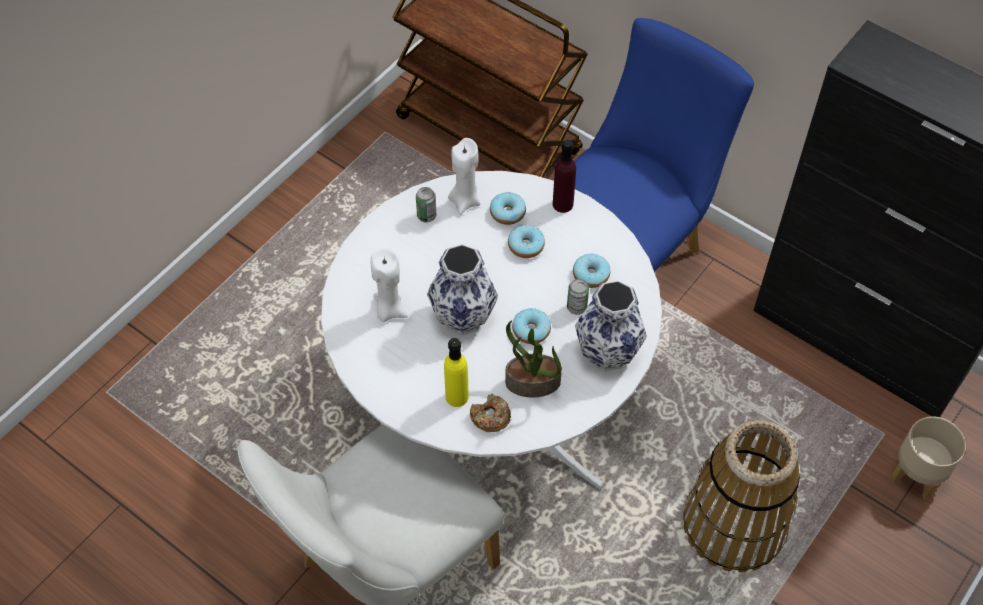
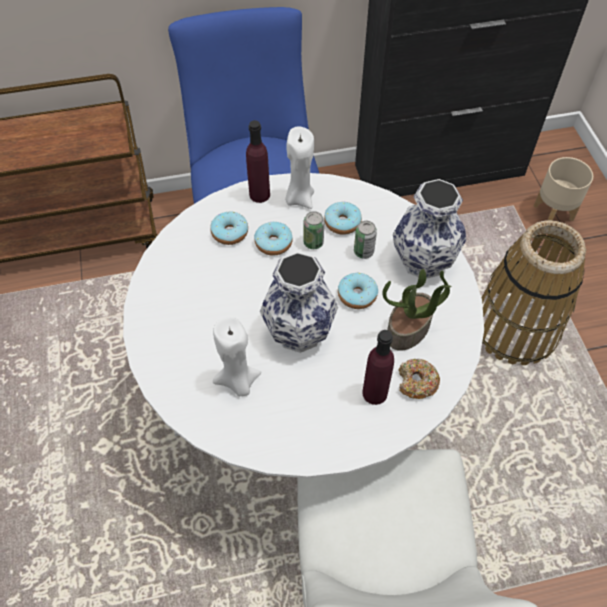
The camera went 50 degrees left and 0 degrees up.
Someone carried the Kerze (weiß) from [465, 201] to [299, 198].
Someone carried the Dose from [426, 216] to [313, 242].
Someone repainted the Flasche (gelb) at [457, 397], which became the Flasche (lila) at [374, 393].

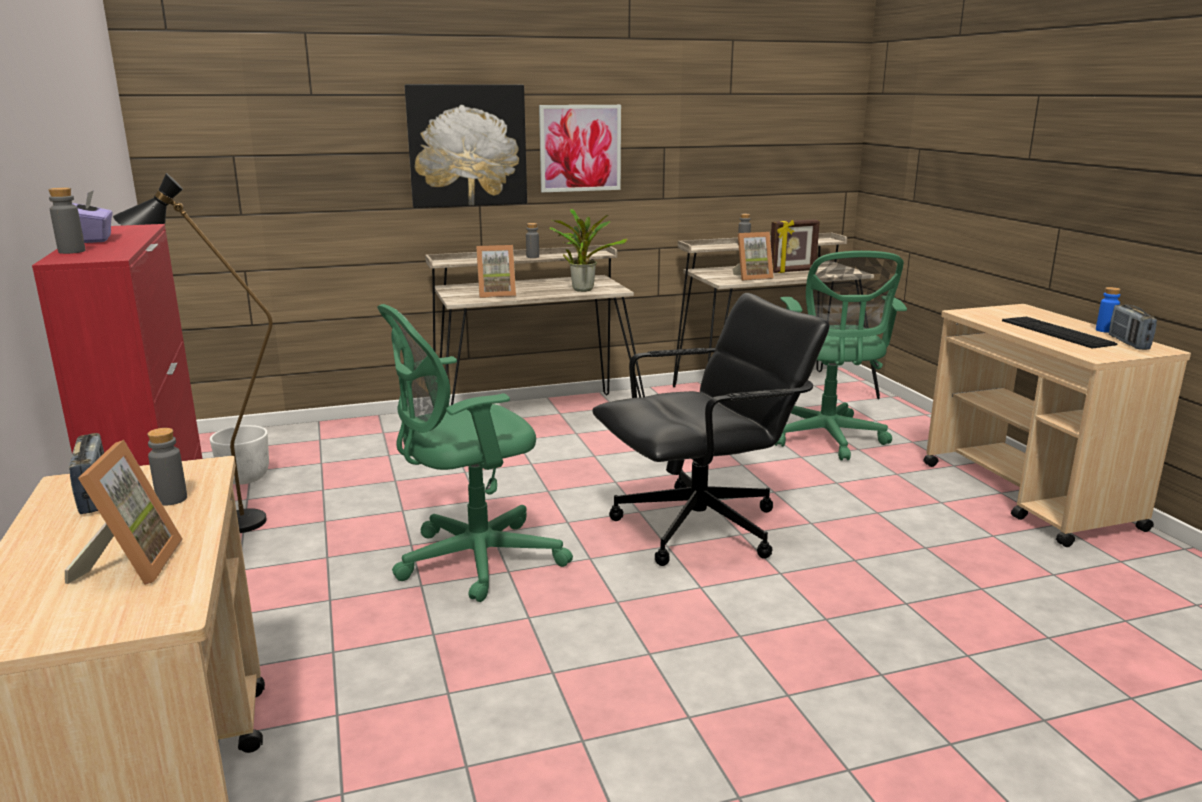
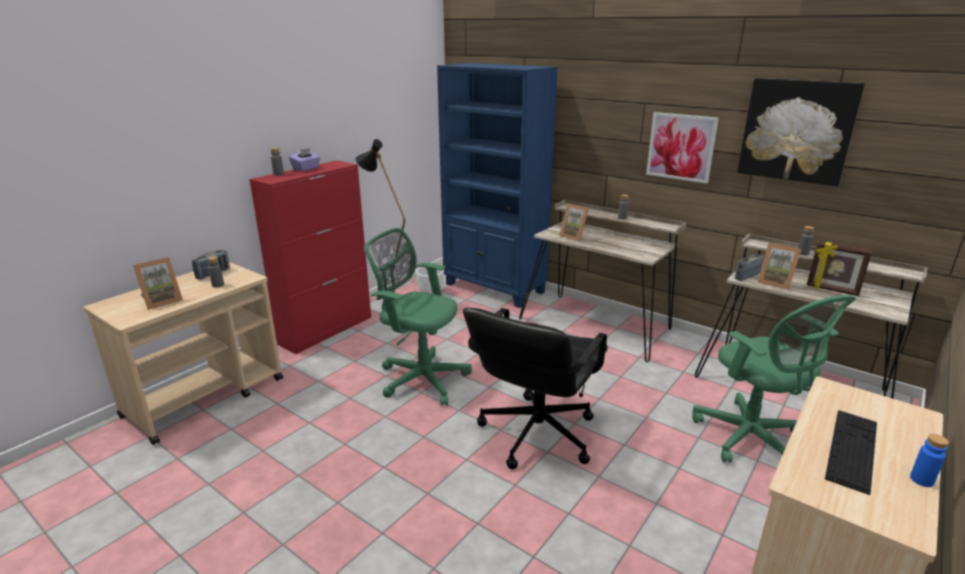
The camera went 55 degrees right and 5 degrees up.
Someone carried the Bild from [467, 146] to [797, 130].
Someone took away the Topfpflanze at [582, 289].
Someone rotated the Bürostuhl (grün) at [827, 439] by 75 degrees counterclockwise.
Someone rotated the Bürostuhl (schwarz) at [701, 528] by 90 degrees clockwise.
Someone carried the Radio from [1128, 343] to [747, 276].
Someone put down the Bücherregal (blau) at [494, 288].

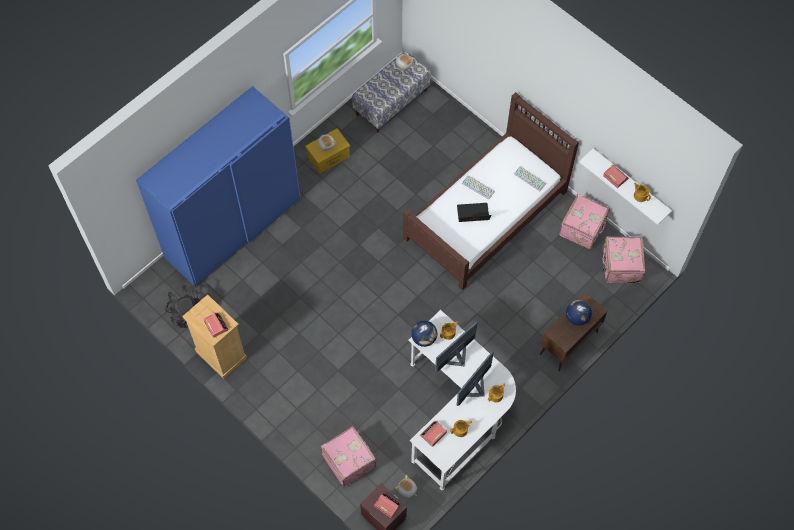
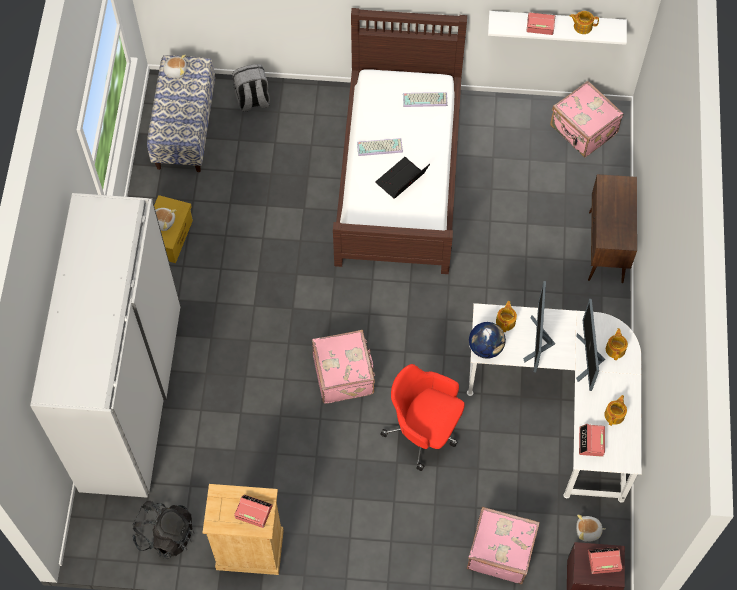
The camera went 40 degrees left and 0 degrees up.
Someone repainted the Kleiderschrank (blau) at [233, 227], which became the Kleiderschrank (weiß) at [130, 396].
Someone carried the Koffer (rosa) from [583, 228] to [344, 374].
Someone took away the Globus at [577, 317].
Someone put down the Rucksack (grau) at [252, 100].
Someone put down the Bürostuhl (rot) at [424, 430].

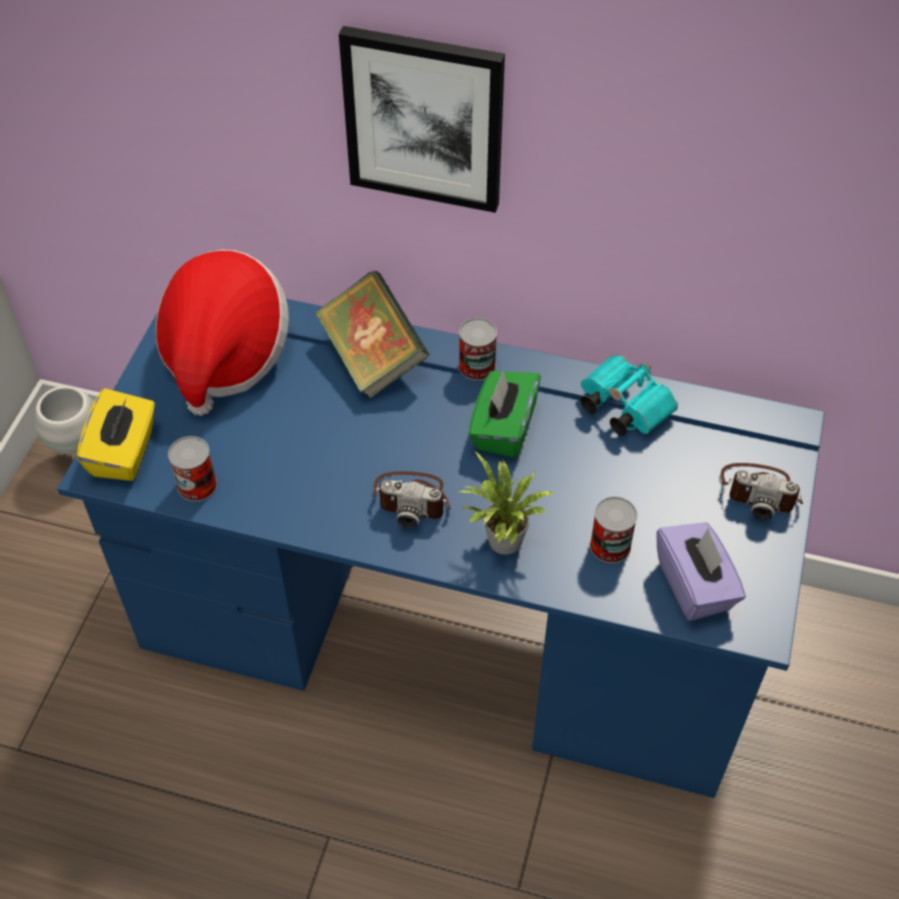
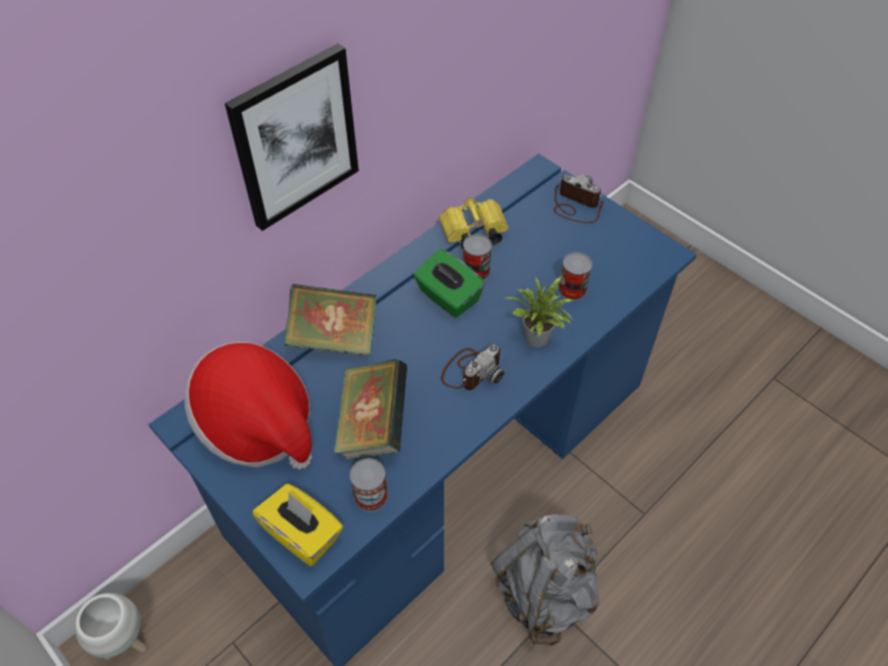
The camera went 60 degrees left and 0 degrees up.
Someone carried the Dose from [477, 366] to [476, 271].
Someone repainted the Fernglas (türkis) at [621, 406], which became the Fernglas (gelb) at [472, 233].
Someone rotated the Kamera at [760, 491] by 105 degrees counterclockwise.
Someone took away the Taschentuchbox (lila) at [695, 585].
Someone put down the Buch at [373, 425].
Someone put down the Rucksack (grau) at [545, 591].

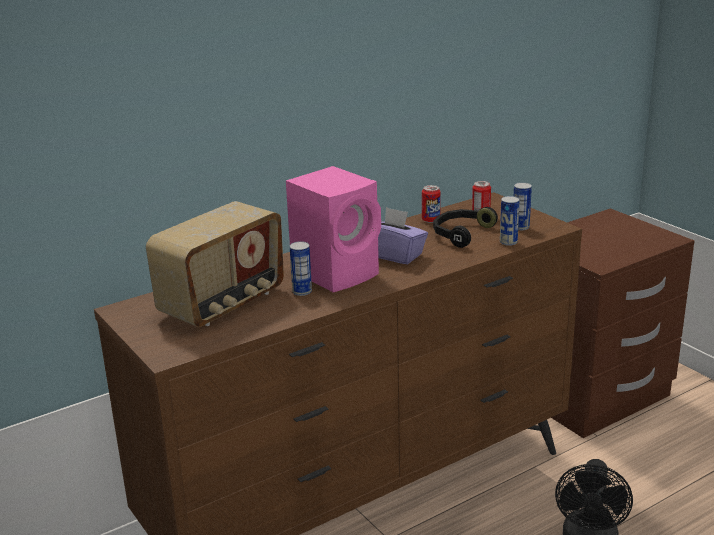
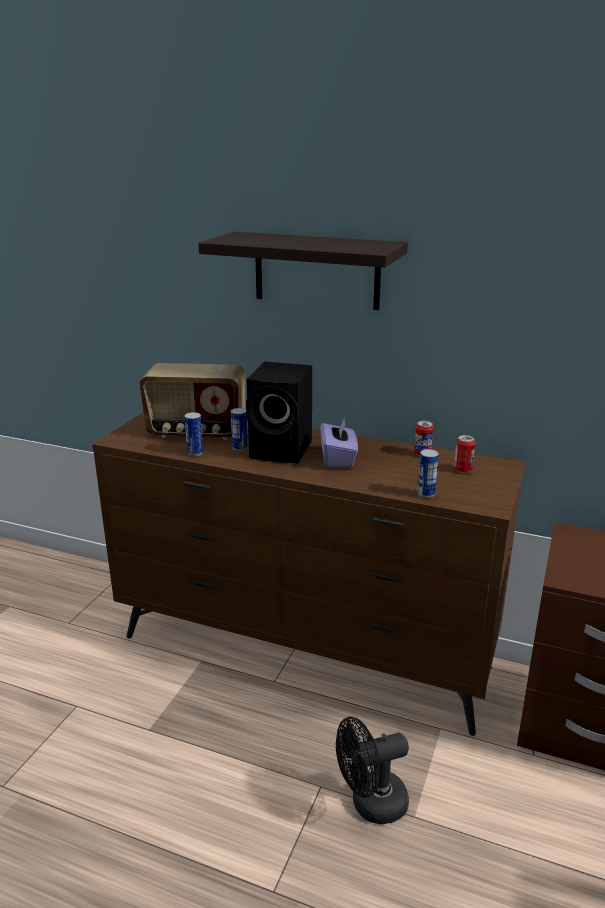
The camera went 55 degrees right and 0 degrees up.
Someone repainted the Lautsprecher (rosa) at [338, 273], which became the Lautsprecher (schwarz) at [283, 450].
Someone carried the Dose from [520, 227] to [195, 453].
Someone took away the Kopfhörer (schwarz) at [460, 234].
Someone put up the Wandregal at [316, 270].

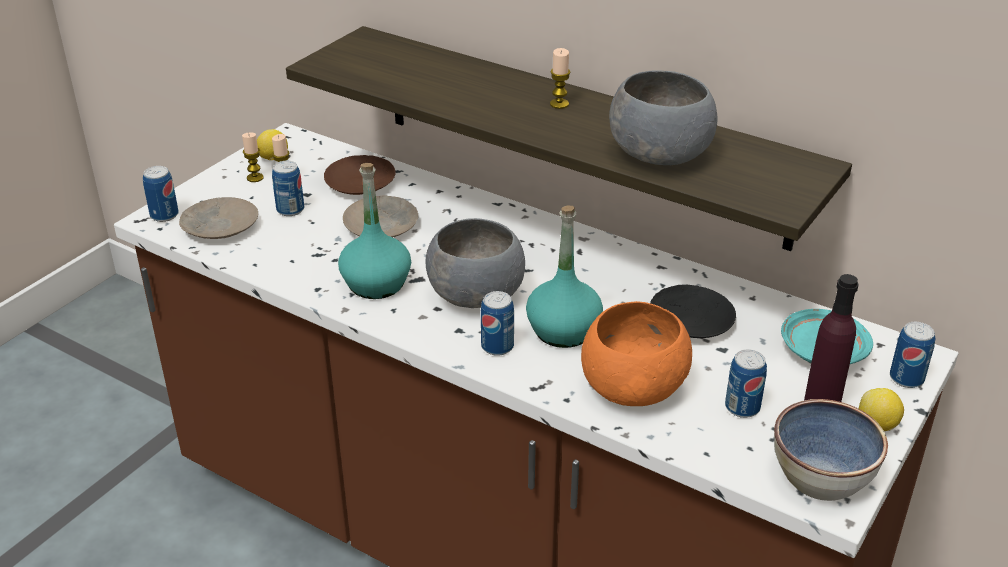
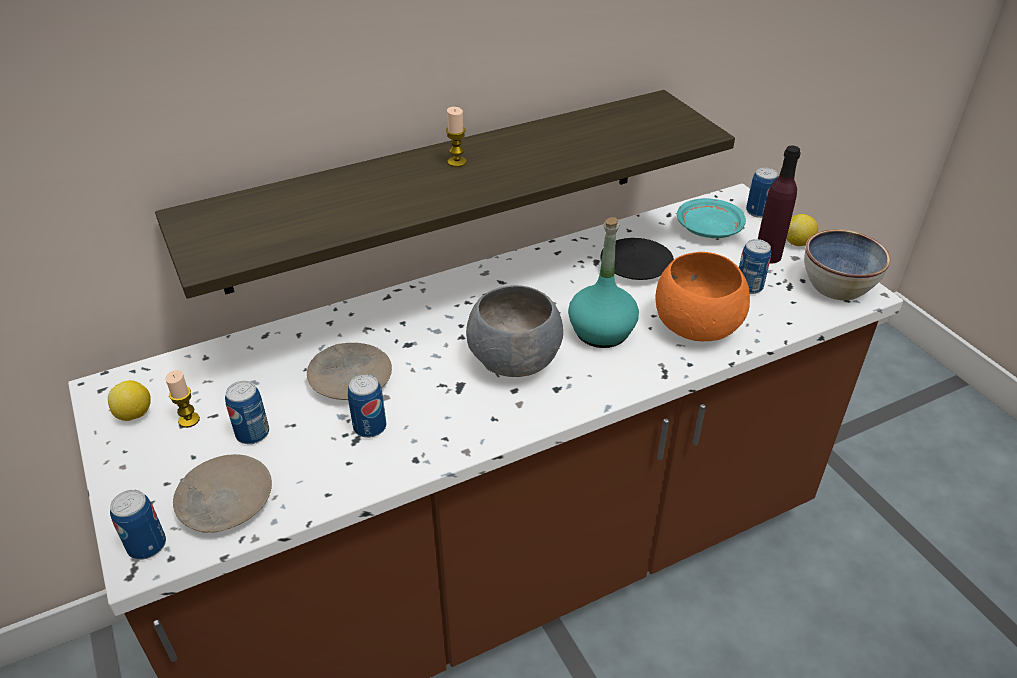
The camera went 60 degrees left and 5 degrees up.
Someone took away the Schüssel (grau) at [661, 155].
Someone took away the Kerze at [255, 178].
Someone took away the Teller (braun) at [361, 183].
Someone took away the Flasche (türkis) at [376, 283].
Someone carried the Dose from [497, 346] to [370, 427].

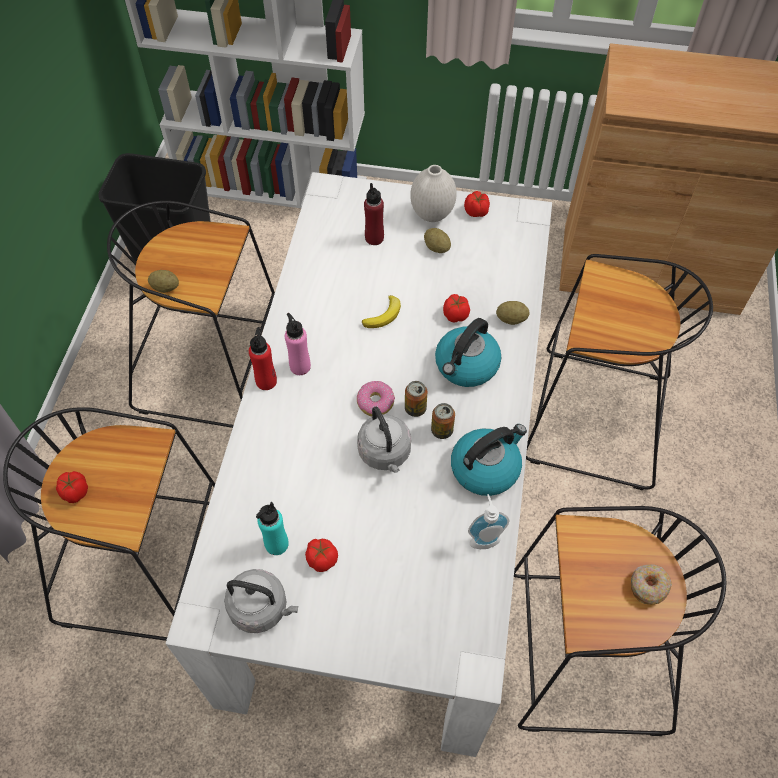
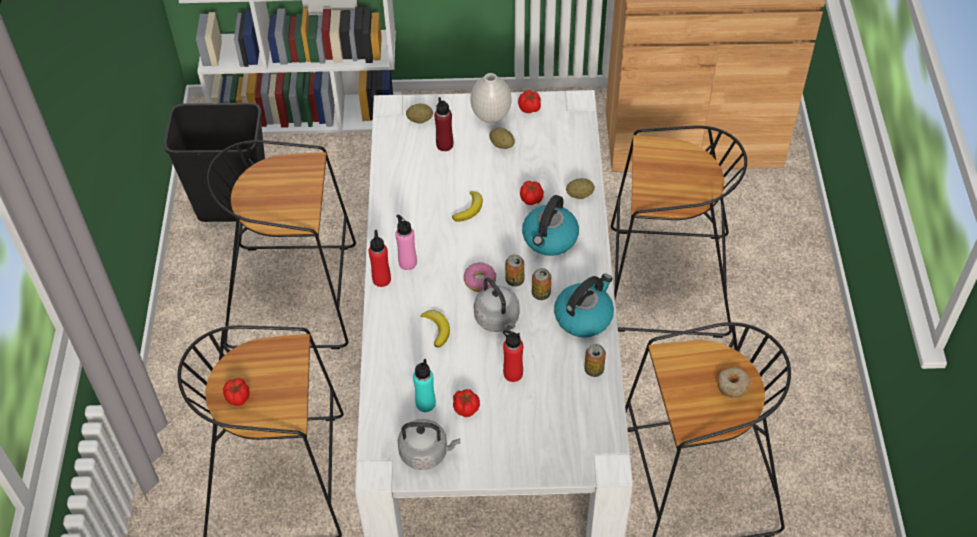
The camera went 10 degrees left and 5 degrees down.
Someone carried the Kartoffel from [165, 288] to [420, 120].
Someone swapped the Seifenspender at [484, 538] for the Dose at [594, 369].
Someone put down the Banane at [437, 329].
Someone put down the Flasche (rot) at [513, 373].

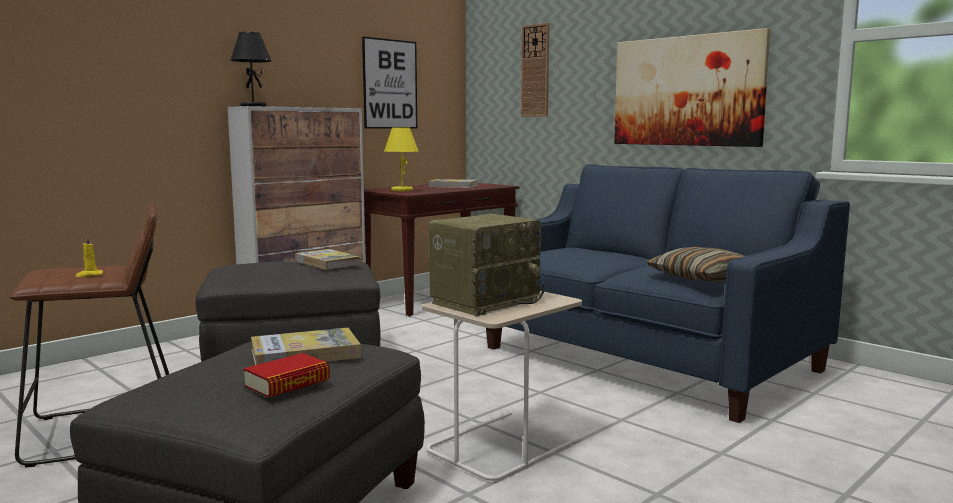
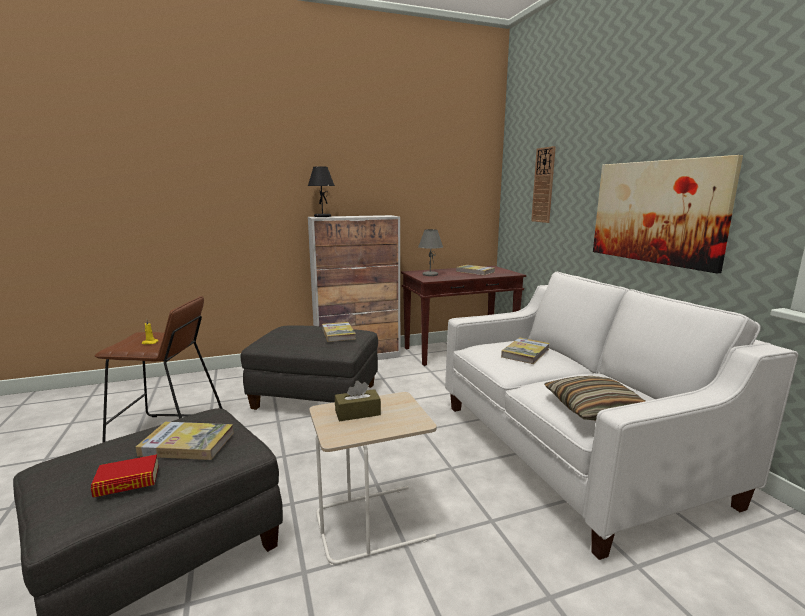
The camera went 25 degrees right and 5 degrees up.
Someone took away the Bild at [390, 84].
Someone repainted the Tischlampe (gelb) at [401, 190], which became the Tischlampe (grau) at [430, 274].
Someone repainted the Sofa (blau) at [647, 359], which became the Sofa (weiß) at [571, 450].
Someone swapped the Radio at [485, 302] for the Taschentuchbox (braun) at [357, 413].
Someone put down the Buch at [525, 353].

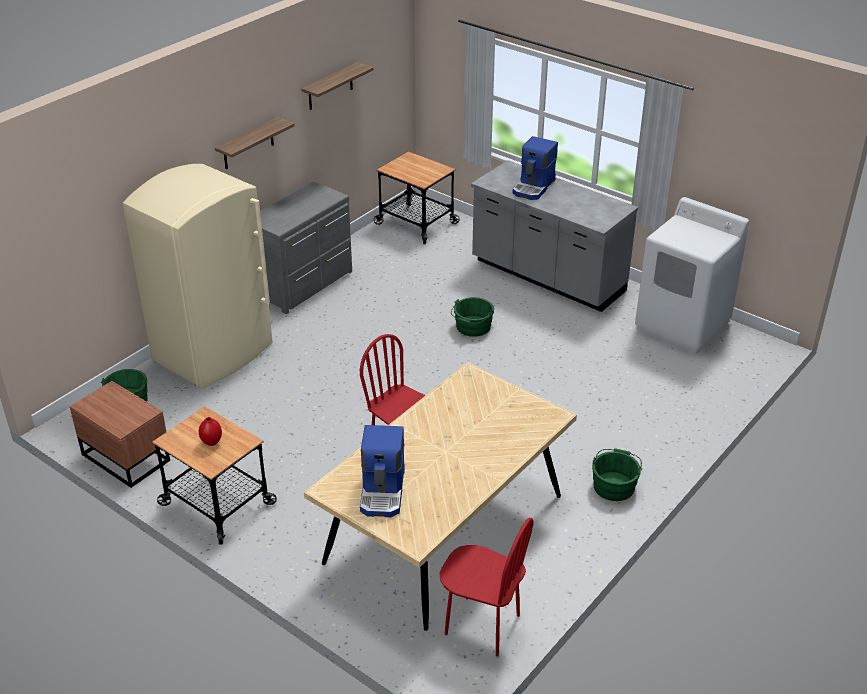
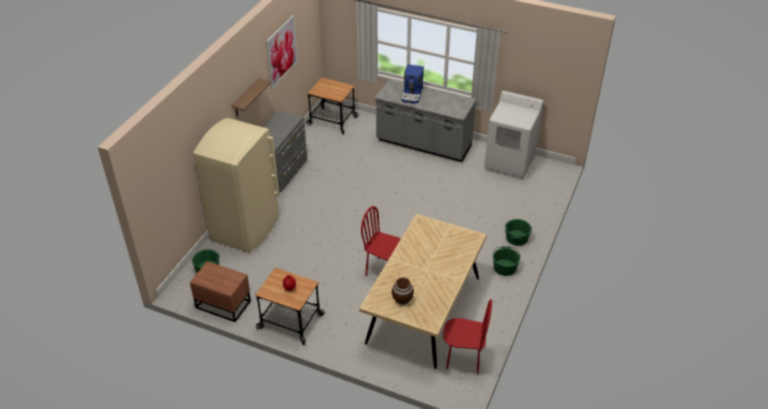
The camera went 15 degrees left and 5 degrees up.
Someone swapped the Wandregal at [330, 87] for the Bild at [282, 51].
Someone carried the Eimer (grün) from [472, 327] to [516, 239].
Someone swapped the Kaffeemaschine at [383, 492] for the Vase (braun) at [402, 299].

